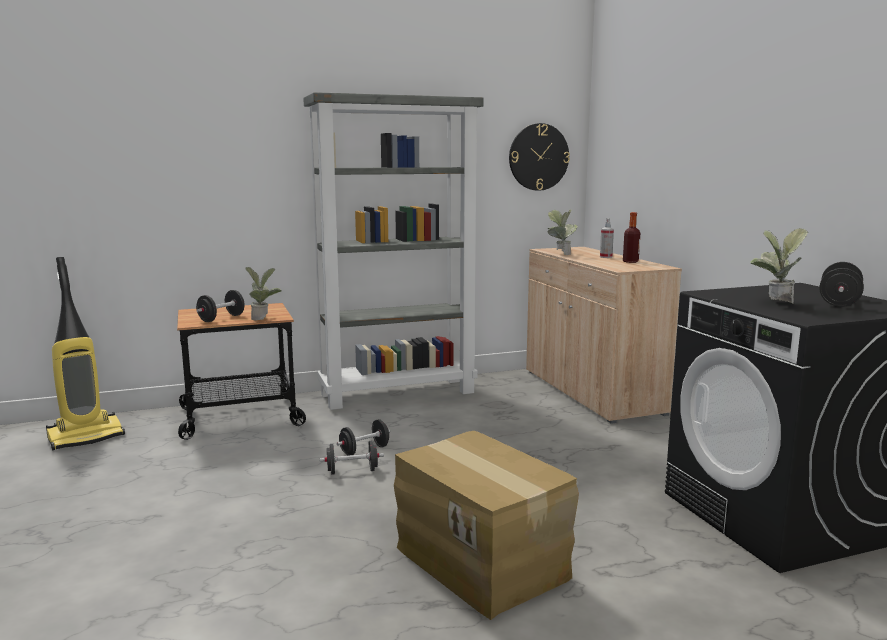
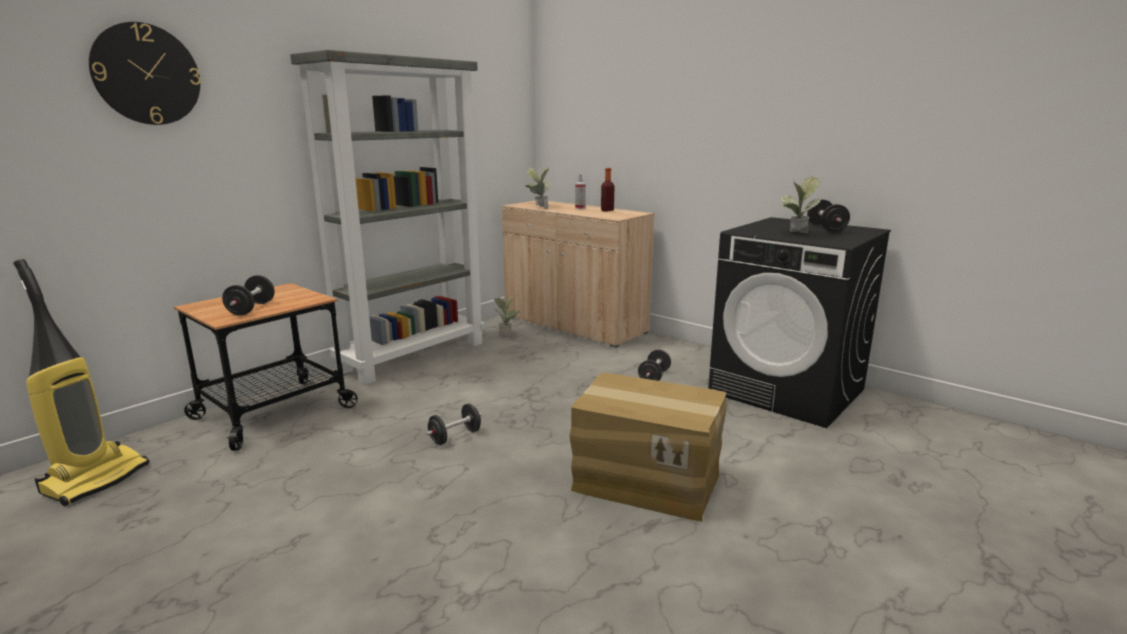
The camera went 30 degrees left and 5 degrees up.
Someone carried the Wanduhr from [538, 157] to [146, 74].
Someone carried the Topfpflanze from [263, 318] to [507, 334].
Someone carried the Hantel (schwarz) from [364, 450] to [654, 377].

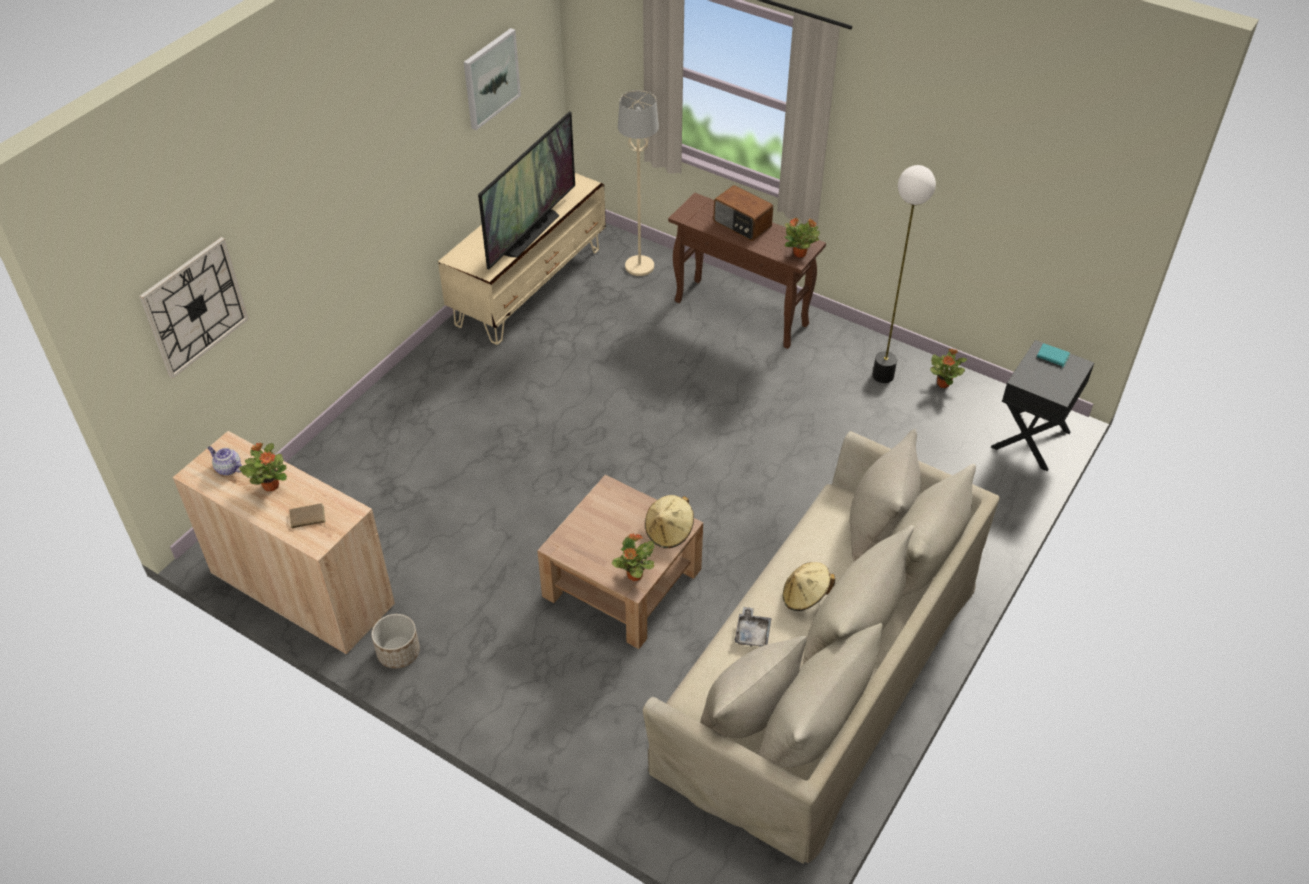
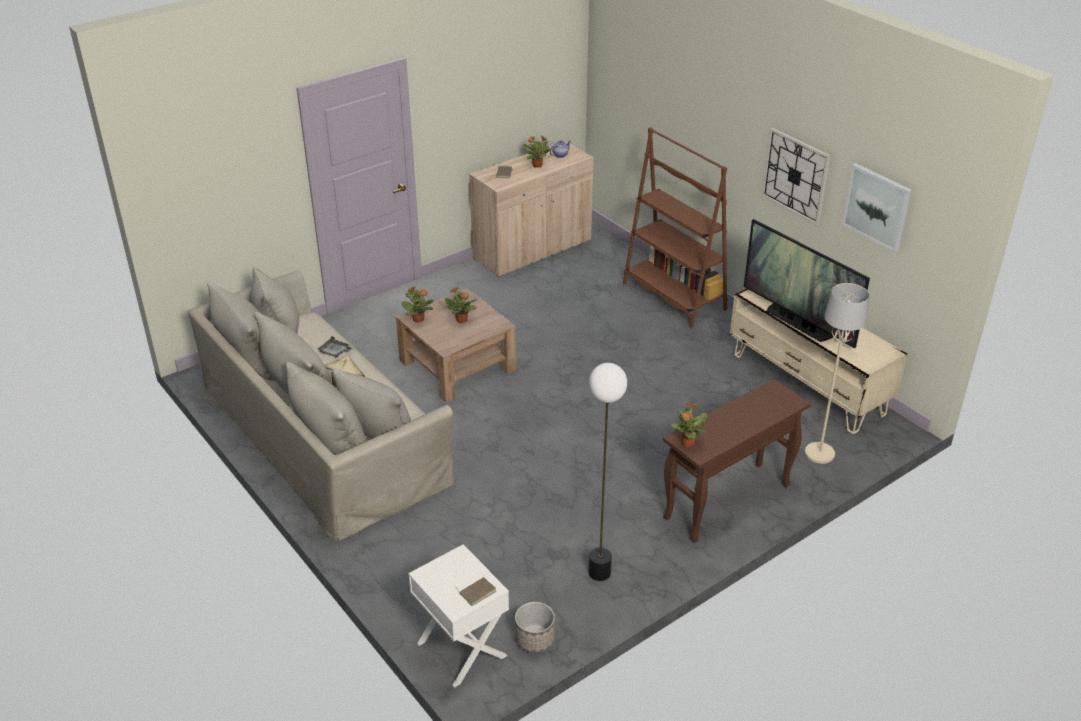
The camera went 110 degrees right and 10 degrees down.
Someone took away the Radio at [742, 225].
Someone carried the Wanduhr from [195, 307] to [795, 175].
Someone repainted the Nachttisch (schwarz) at [1031, 440], which became the Nachttisch (weiß) at [461, 650].
Someone repainted the Buch (türkis) at [1052, 357], which became the Buch (braun) at [477, 592].
Someone carried the Topfpflanze from [943, 383] to [462, 320].
Someone took away the Hut (beige) at [669, 532].
Someone carried the Pflanzkübel from [398, 652] to [535, 639].
Someone put down the Bücherregal (braun) at [674, 296].

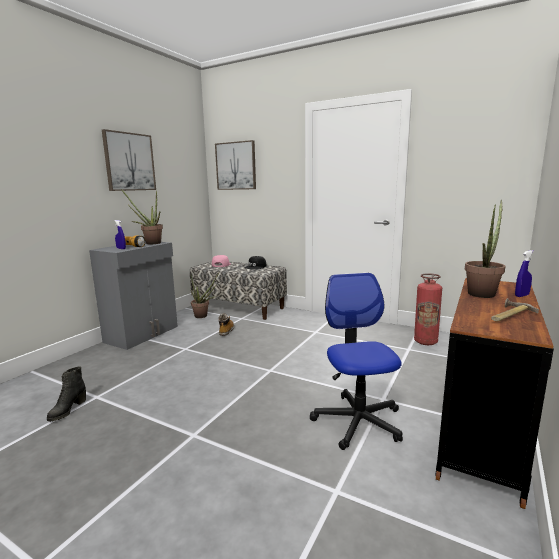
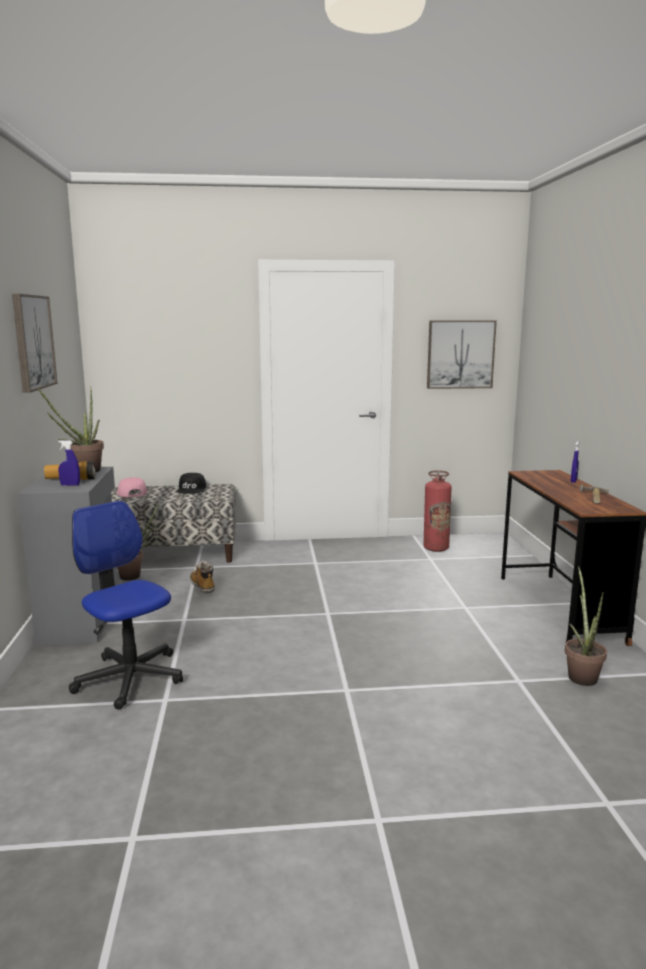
The camera went 35 degrees left and 0 degrees up.
Someone carried the Bild from [236, 166] to [460, 354].
Someone carried the Topfpflanze from [482, 293] to [580, 675].
Someone carried the Bürostuhl from [358, 421] to [130, 678].
Someone took away the Stiefel (schwarz) at [67, 410].

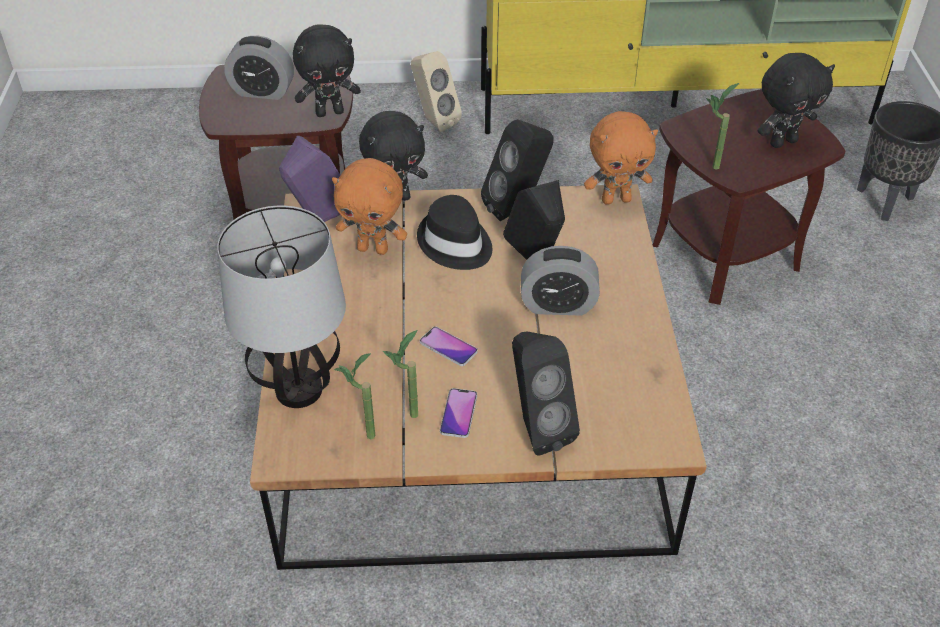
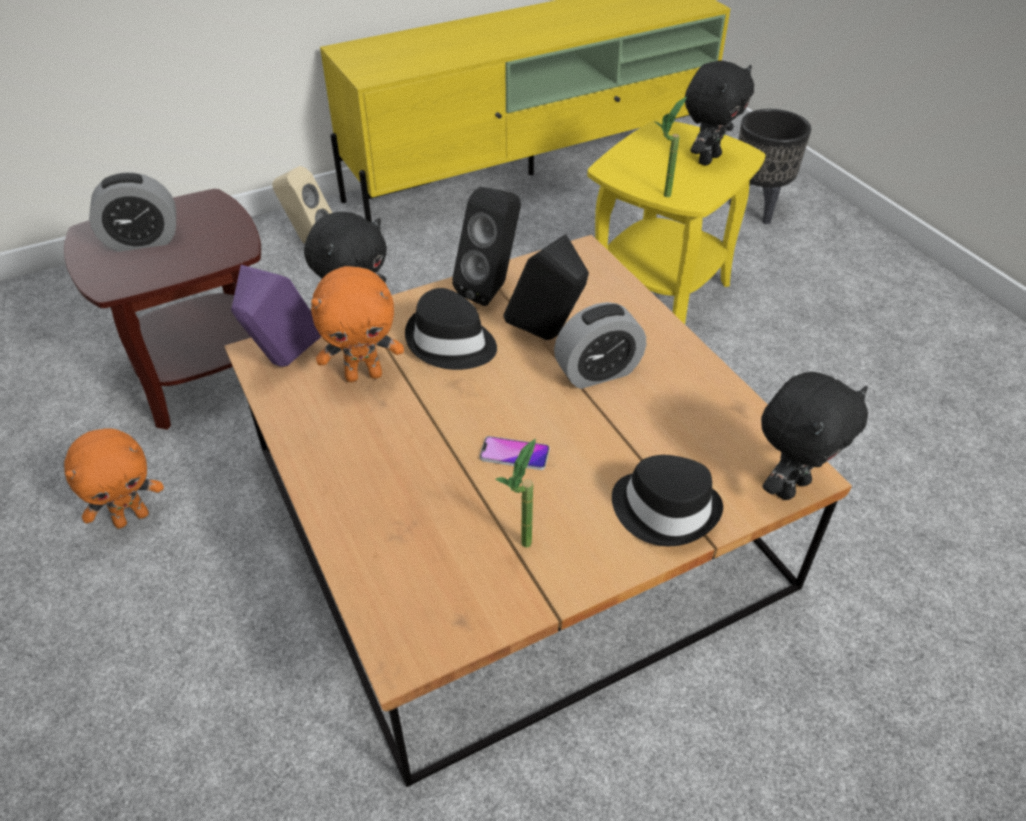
The camera went 25 degrees left and 0 degrees up.
Someone carried the Plüschtier (schwarz) from [330, 112] to [790, 486].
Someone repainted the Beistelltisch (braun) at [725, 254], which became the Beistelltisch (gelb) at [658, 290].
Someone carried the Plüschtier (orange) from [616, 199] to [132, 517].
Someone took away the Tischlampe at [299, 391].
Someone swapped the Lautsprecher (schwarz) at [537, 428] for the Hut (schwarz) at [665, 509].
Someone took away the Topfpflanze at [361, 438].
Someone took away the Handy at [458, 414].

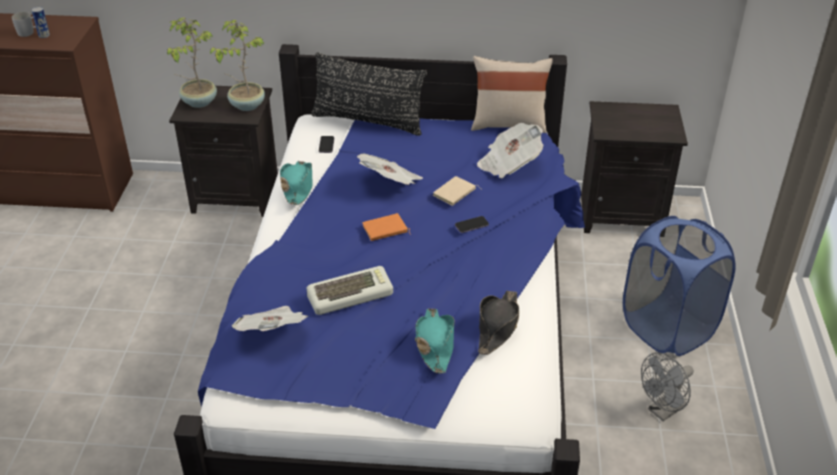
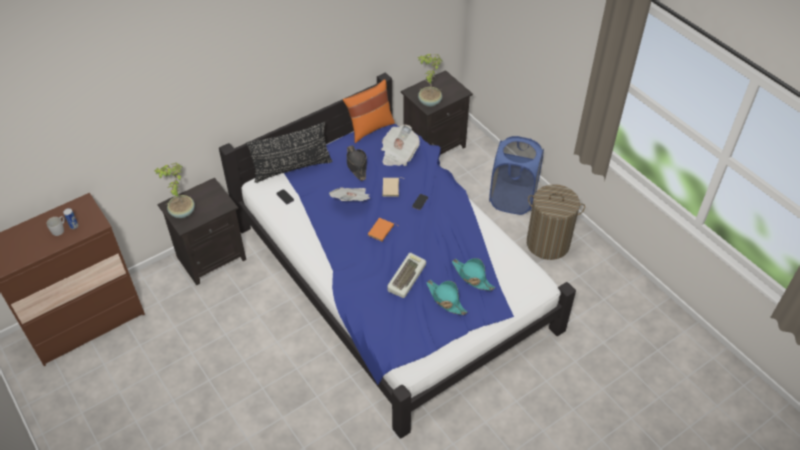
The camera went 40 degrees left and 10 degrees up.
Someone carried the Topfpflanze from [246, 105] to [429, 102].
Someone repainted the Kissen (beige) at [508, 124], which became the Kissen (orange) at [370, 128].
Someone carried the Hut (türkis) from [297, 187] to [445, 299].
Someone carried the Hut (schwarz) from [497, 327] to [356, 165].
Someone took away the Zeitung at [273, 333].
Someone swapped the Ventilator (grau) at [663, 411] for the Wäschekorb at [548, 243].

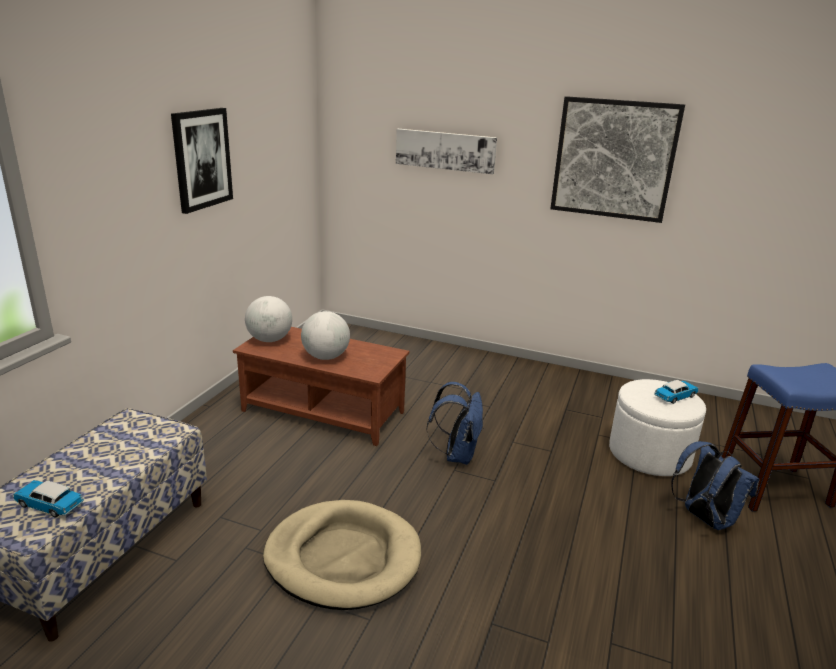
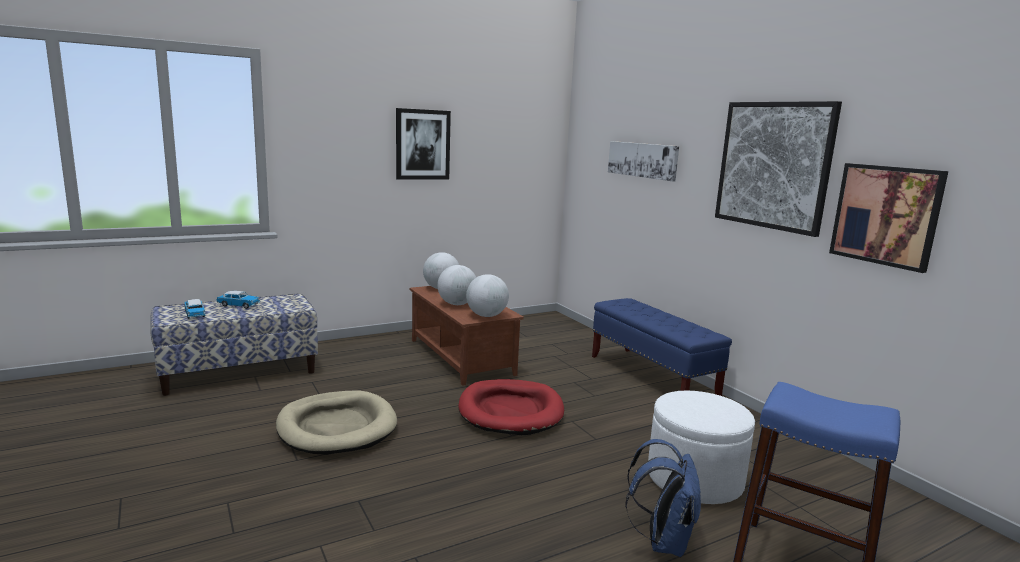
The camera went 40 degrees right and 10 degrees down.
Someone carried the Spielzeugauto from [675, 397] to [239, 305].
Someone swapped the Rucksack (blau) at [457, 455] for the Hundebett (rot) at [511, 411].
Someone put up the Bild at [886, 215].
Someone put down the Globus at [486, 316].
Someone put down the Bank (blau) at [652, 376].

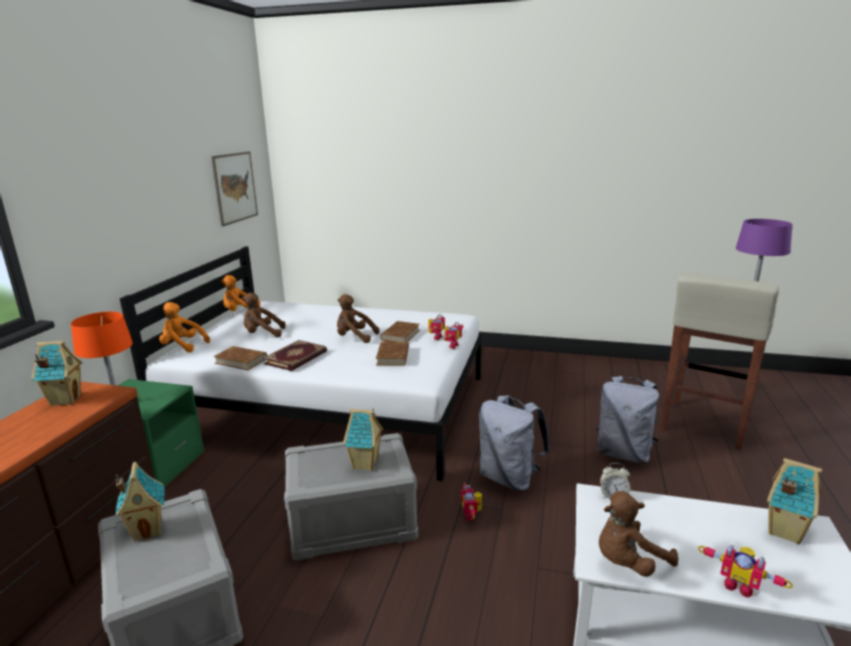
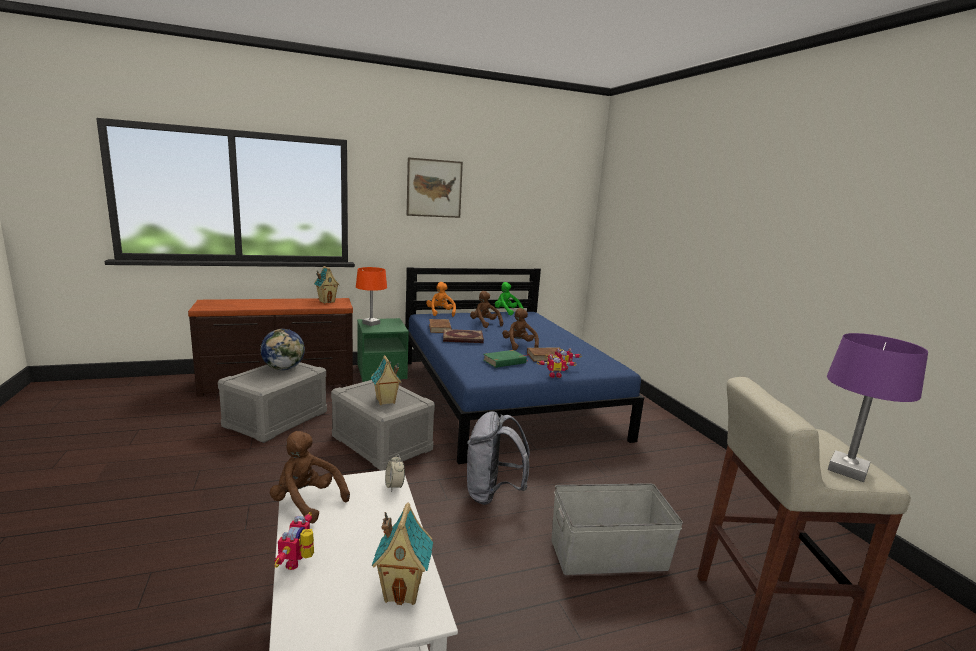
The camera went 55 degrees right and 5 degrees down.
Someone carried the Bild from [235, 187] to [434, 188].
Someone repainted the Bett (weiß) at [331, 405], which became the Bett (blau) at [504, 397].
Someone repainted the Plüschtier (orange) at [240, 312], which became the Plüschtier (grün) at [506, 312].
Someone repainted the Buch (braun) at [393, 356], which became the Buch (grün) at [504, 361].
Someone swapped the Rucksack (grau) at [624, 453] for the Aufbewahrungsbox (grau) at [609, 555].
Someone swapped the Spielzeughaus at [148, 530] for the Globus at [284, 368].
Someone took away the Spielzeugroboter at [471, 514].

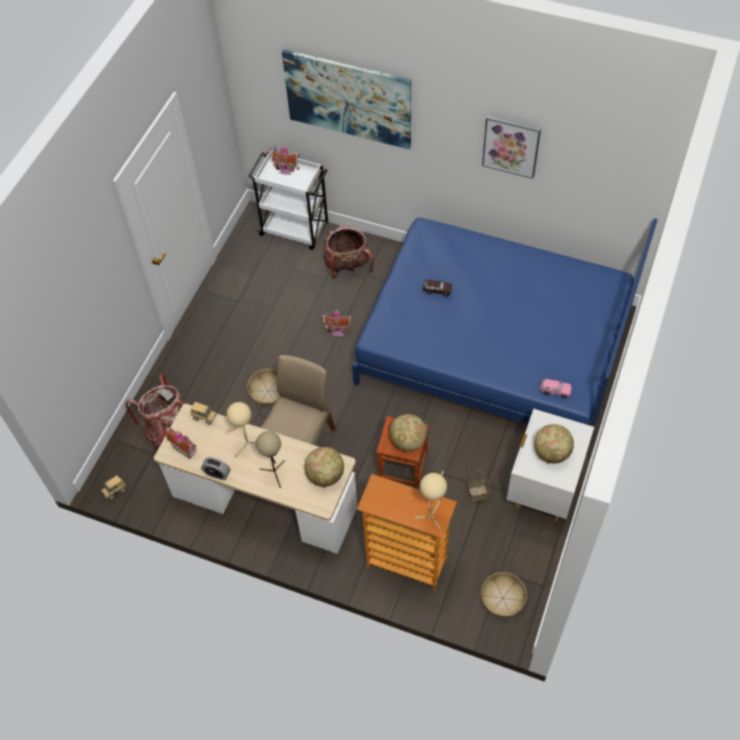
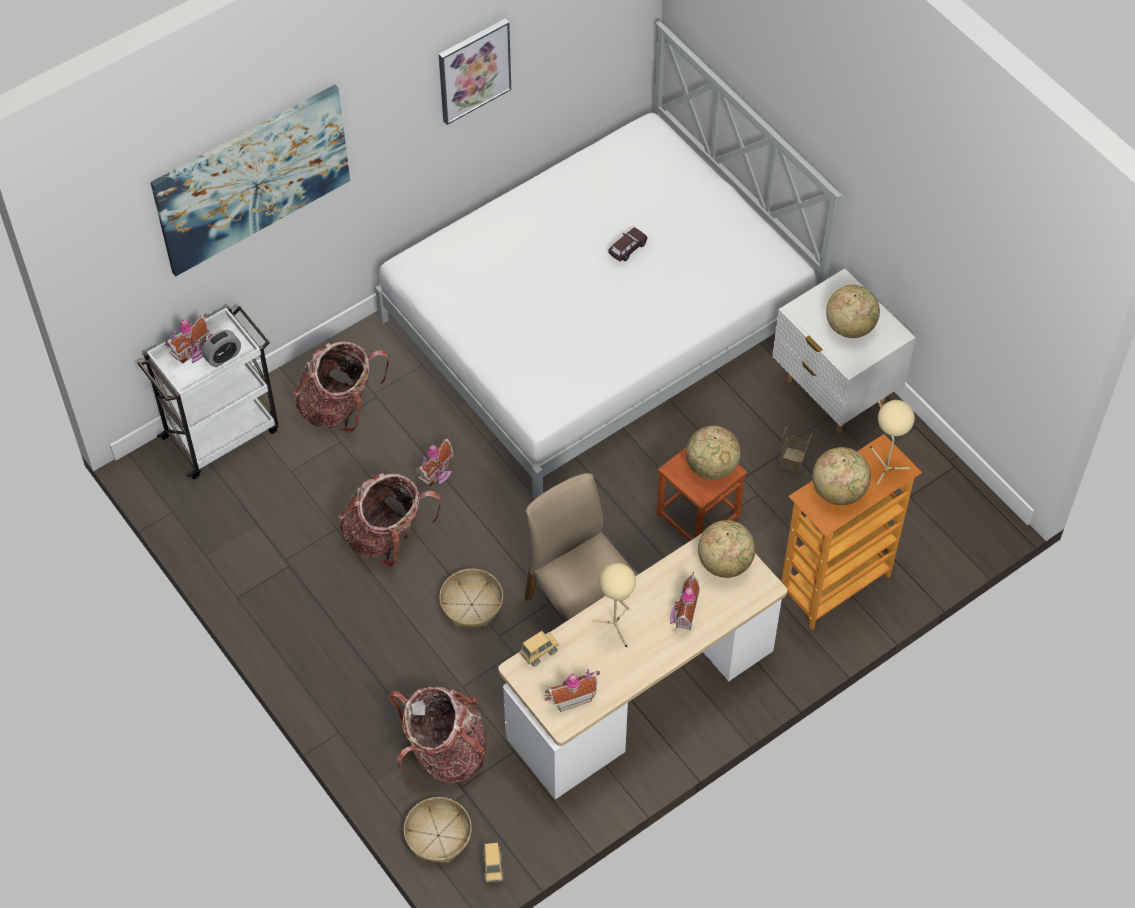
The camera went 60 degrees left and 0 degrees up.
Someone repainted the Bett (blau) at [494, 345], which became the Bett (weiß) at [598, 321].
Someone carried the Spielzeugauto (braun) from [437, 290] to [627, 249].
Someone took away the Spielzeugauto (rosa) at [555, 390].
Someone swapped the Tischlampe (beige) at [275, 473] for the Spielzeughaus at [682, 615].
Someone carried the Wecker from [217, 473] to [223, 357].
Someone carried the Korb from [503, 598] to [438, 835].
Someone put down the Globus at [839, 491].
Someone put down the Rucksack at [387, 536].

